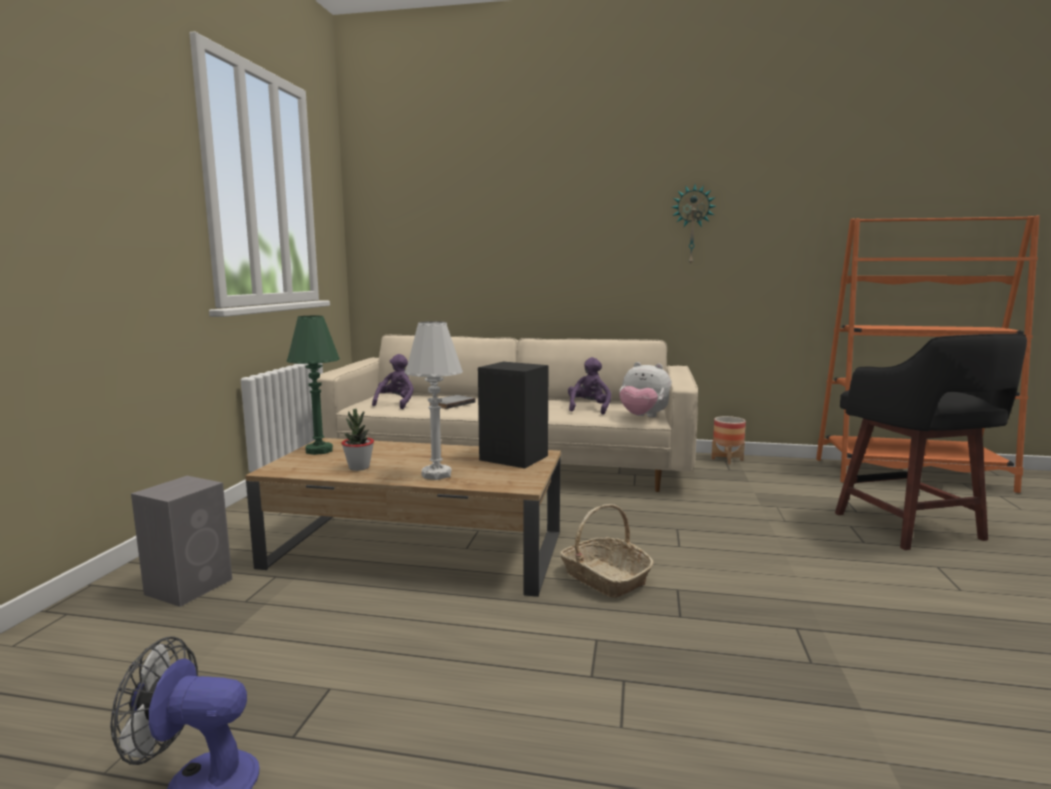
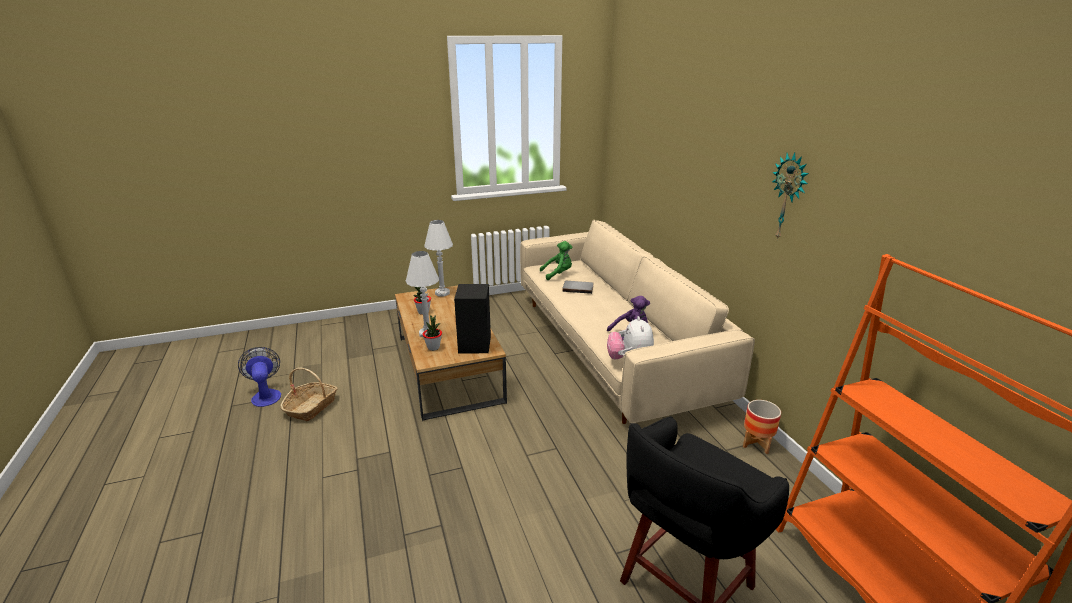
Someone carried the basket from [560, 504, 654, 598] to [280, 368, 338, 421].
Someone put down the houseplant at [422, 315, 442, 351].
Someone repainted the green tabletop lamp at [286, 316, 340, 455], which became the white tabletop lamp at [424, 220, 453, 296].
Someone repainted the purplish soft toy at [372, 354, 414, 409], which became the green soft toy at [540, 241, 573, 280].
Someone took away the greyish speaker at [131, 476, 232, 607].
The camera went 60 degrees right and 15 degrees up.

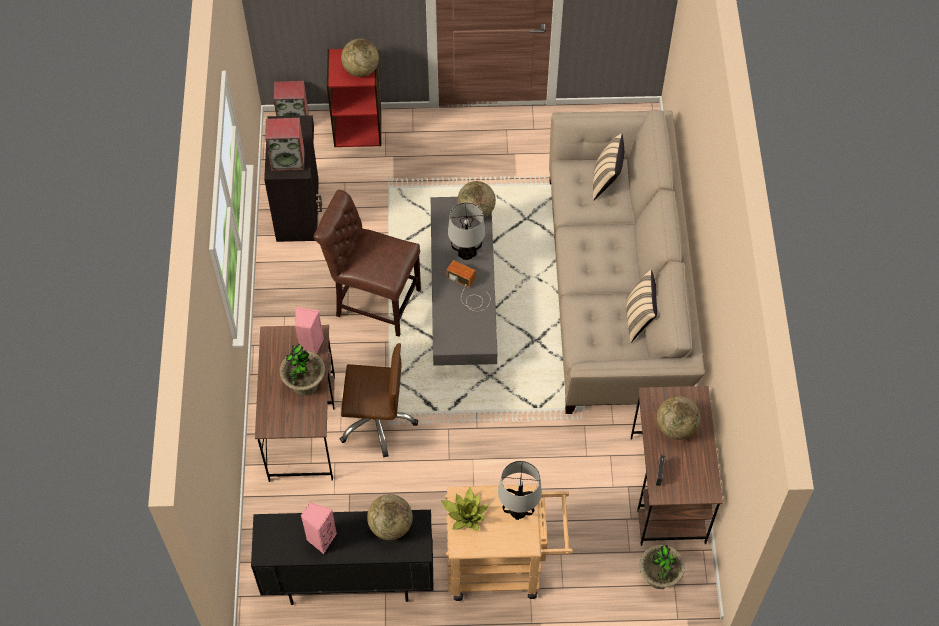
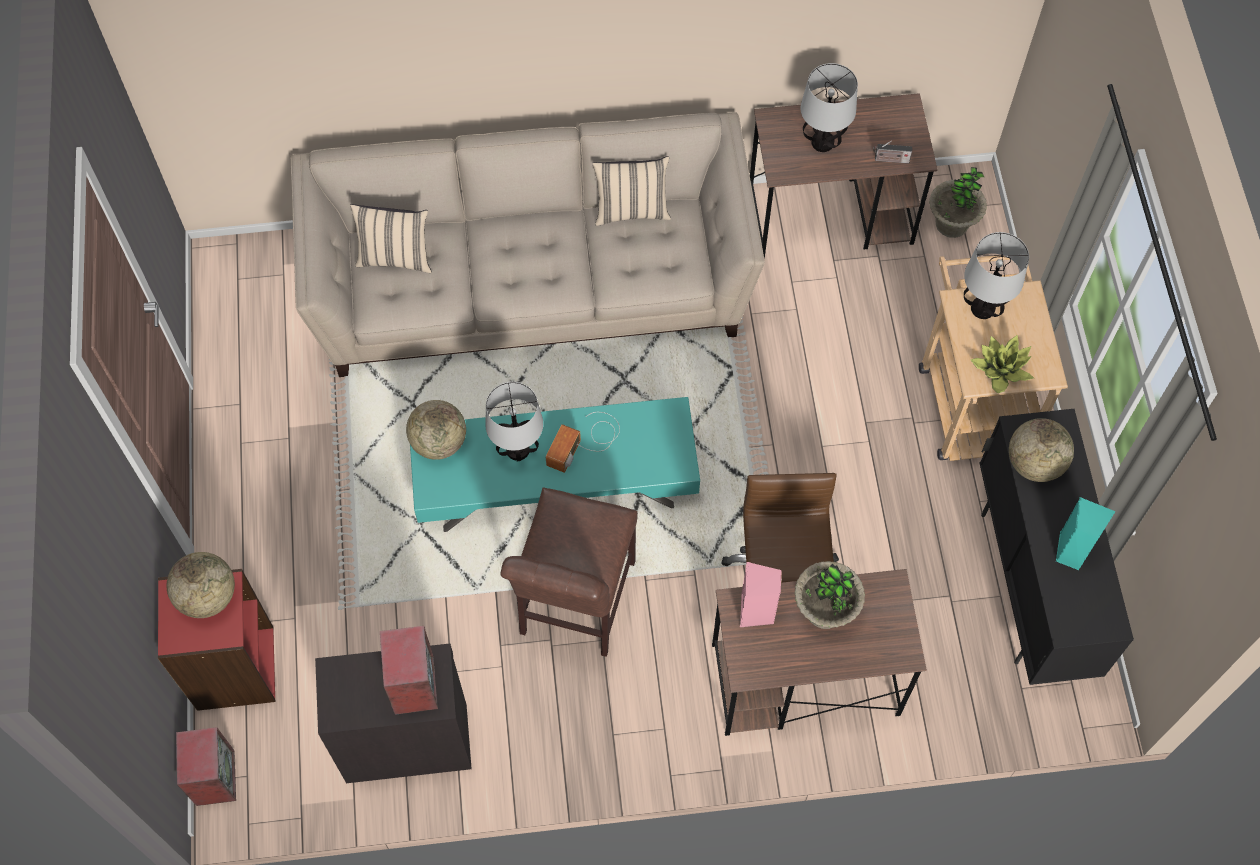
Someone repainted the greyish lounge table at [431, 197, 497, 366], which became the turquoise-coloured lounge table at [410, 397, 700, 532].
Someone swapped the desk globe at [656, 396, 700, 440] for the tabletop lamp at [801, 63, 858, 152].
Someone repainted the pink speaker at [301, 503, 337, 554], which became the turquoise-coloured speaker at [1056, 497, 1116, 570].
The camera went 95 degrees left and 5 degrees up.

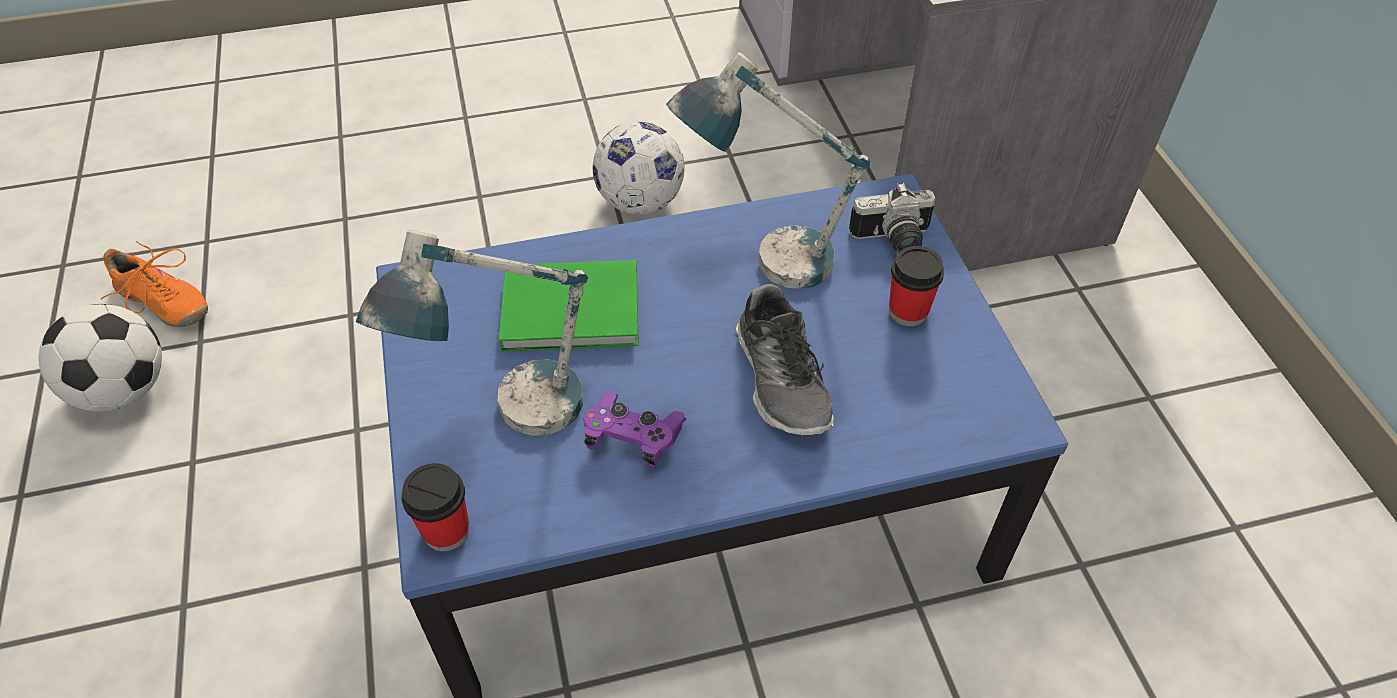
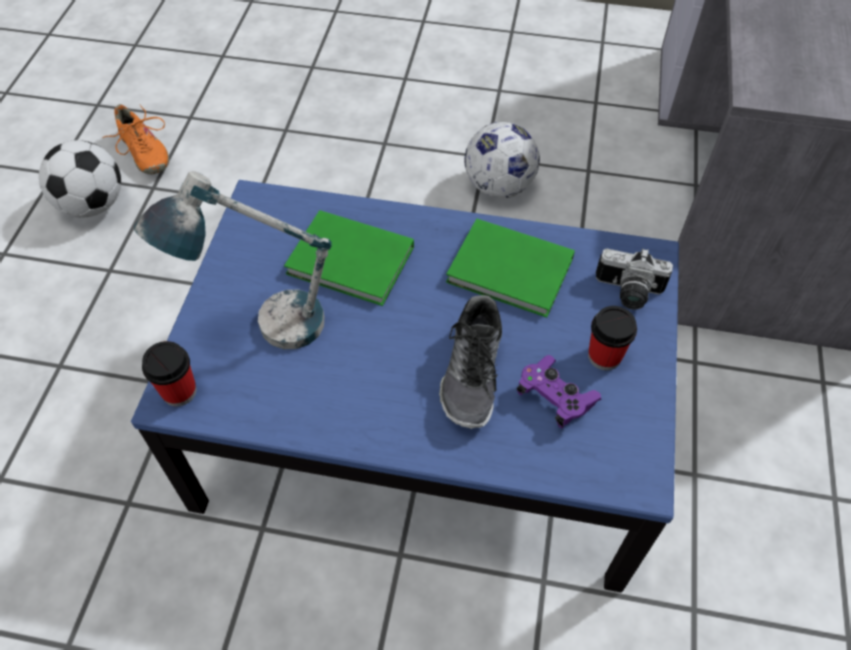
Someone swapped the tabletop lamp at [666, 52, 870, 289] for the green bound book at [446, 219, 575, 318].
Someone carried the purplish gamepad from [584, 392, 686, 468] to [516, 355, 602, 428].
The camera went 25 degrees right and 5 degrees up.

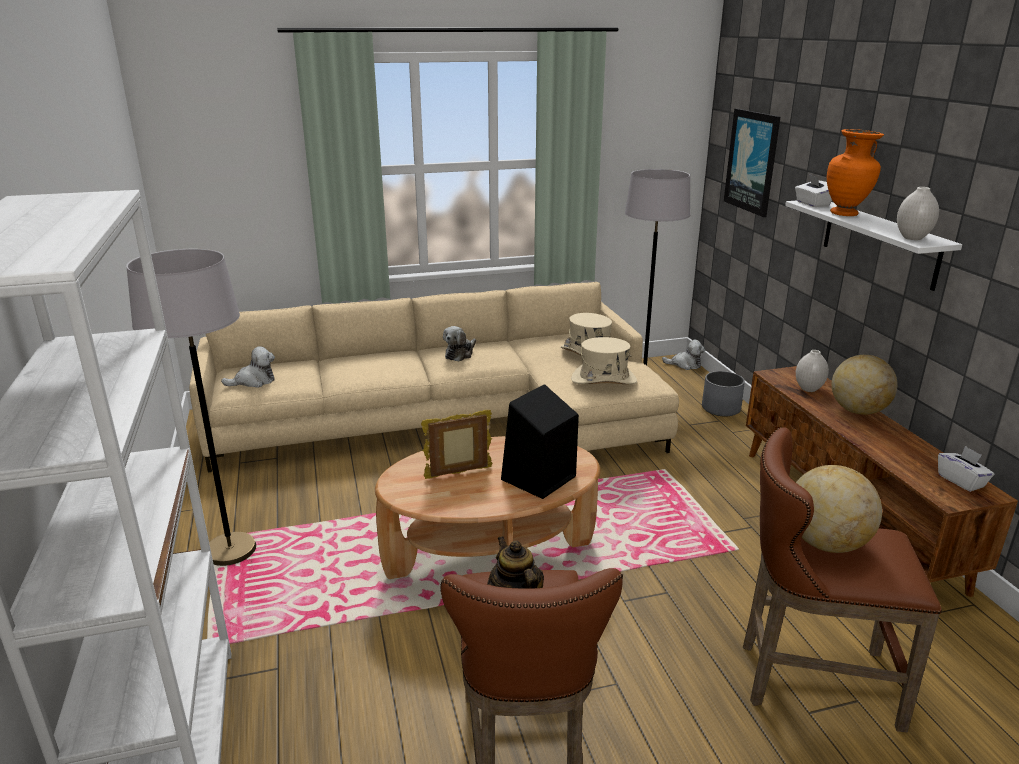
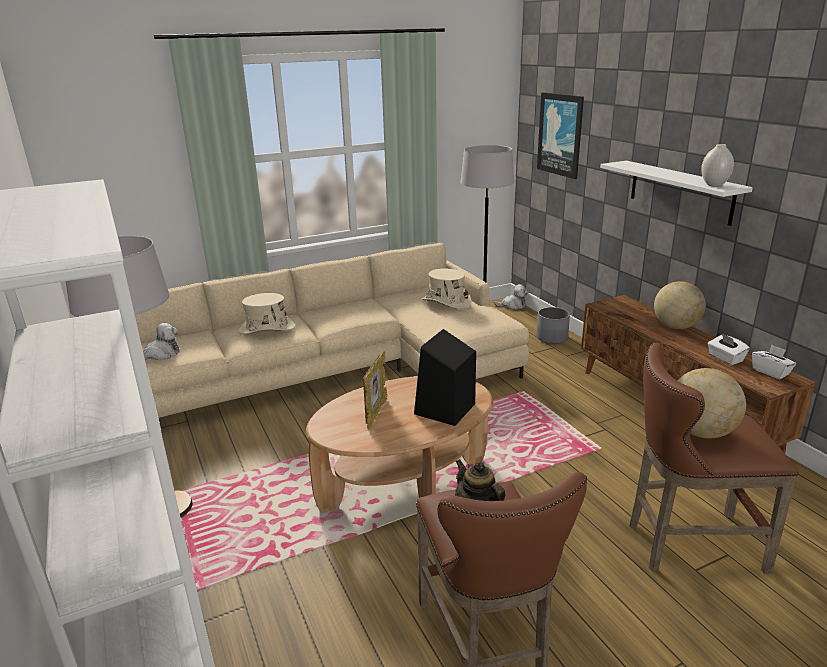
Someone carried the beige hat from [571, 337, 637, 384] to [239, 293, 295, 335].
Someone rotated the photo frame at [421, 410, 492, 479] by 135 degrees clockwise.
Someone carried the white tissue box from [795, 175, 832, 207] to [708, 333, 750, 365].
Someone took away the soft toy at [443, 326, 476, 362].
Someone took away the white flower vase at [796, 350, 829, 392].
Someone took away the orange flower vase at [827, 129, 884, 216].
The camera went 10 degrees left and 0 degrees up.

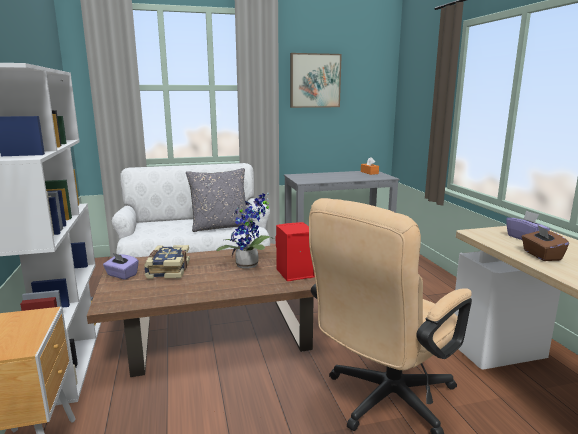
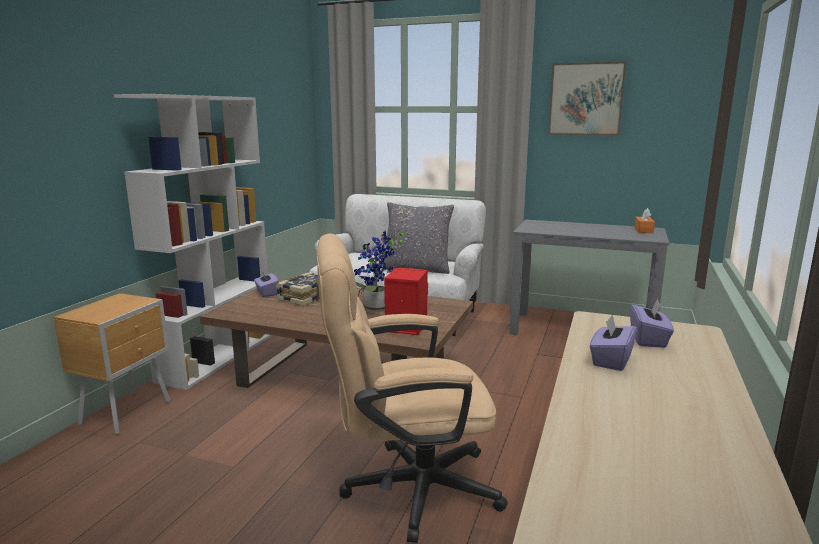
Someone repainted the brownish tissue box at [522, 225, 569, 261], which became the purplish tissue box at [590, 314, 637, 371].
The camera went 35 degrees right and 0 degrees up.

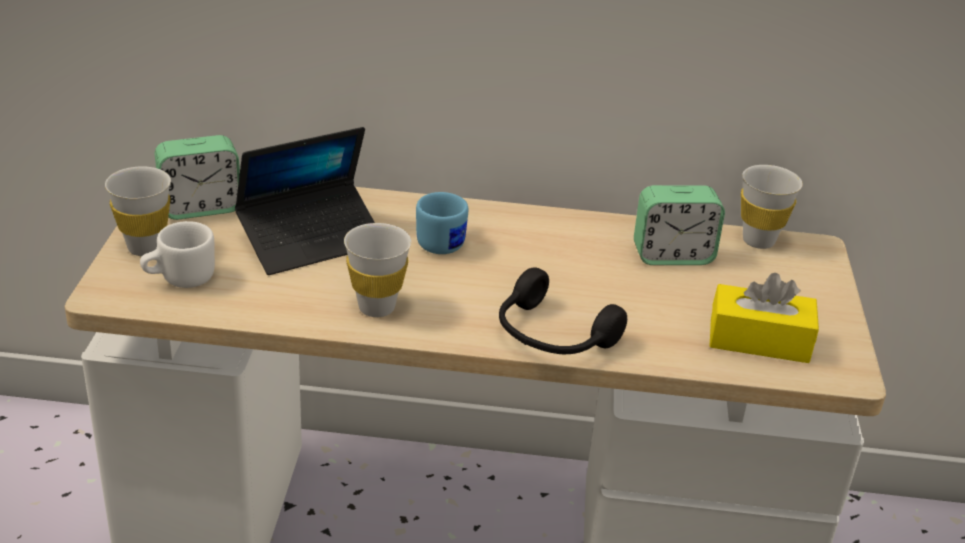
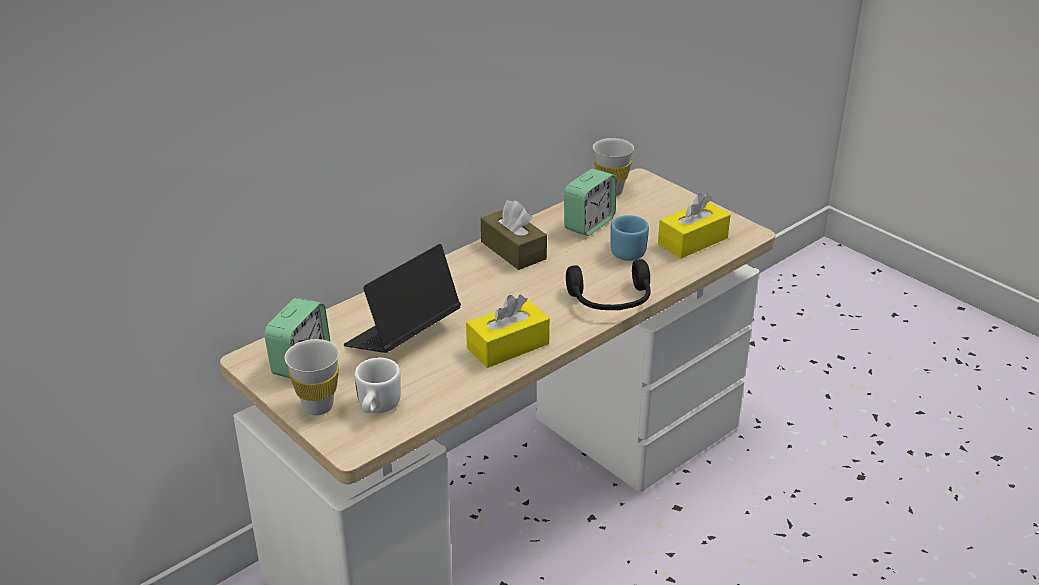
Someone rotated the portable computer at [235, 127, 375, 275] by 150 degrees counterclockwise.
Someone swapped the white small cup at [344, 223, 411, 317] for the yellow tissue box at [466, 295, 550, 368].
Someone put down the brownish tissue box at [481, 200, 547, 270].
Someone carried the bluish coffee mug from [416, 192, 468, 254] to [611, 215, 649, 261].
The camera went 45 degrees left and 0 degrees up.

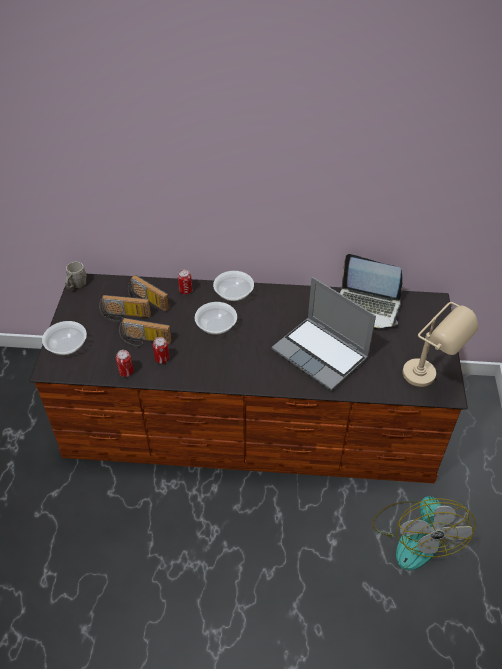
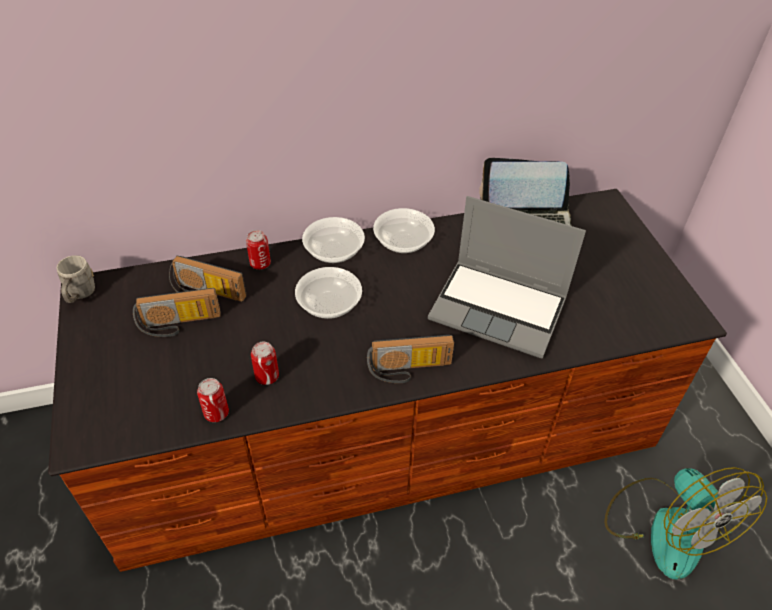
Someone carried the radio receiver from [119, 318, 172, 347] to [367, 335, 454, 383].
Someone carried the deep dish from [42, 321, 87, 355] to [373, 208, 435, 253].
Someone took away the beige tabletop lamp at [402, 302, 478, 387].
The camera went 20 degrees left and 0 degrees up.

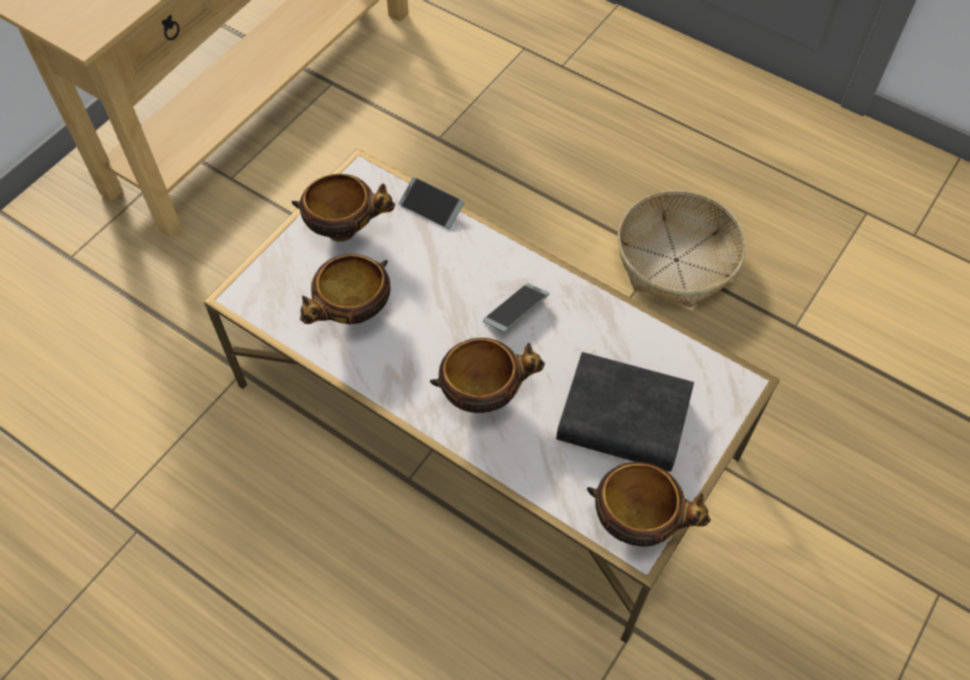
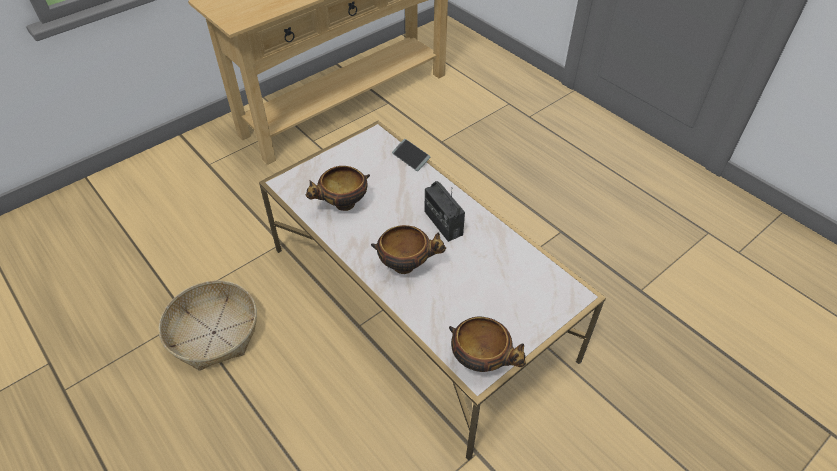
Someone carried the basket from [617, 190, 746, 308] to [159, 280, 257, 371].
Someone swapped the telephone at [483, 283, 549, 332] for the radio receiver at [425, 181, 465, 242].
Someone took away the deep dish at [292, 174, 395, 242].
Someone took away the blackish bound book at [556, 352, 694, 472].
The camera went 15 degrees right and 10 degrees down.

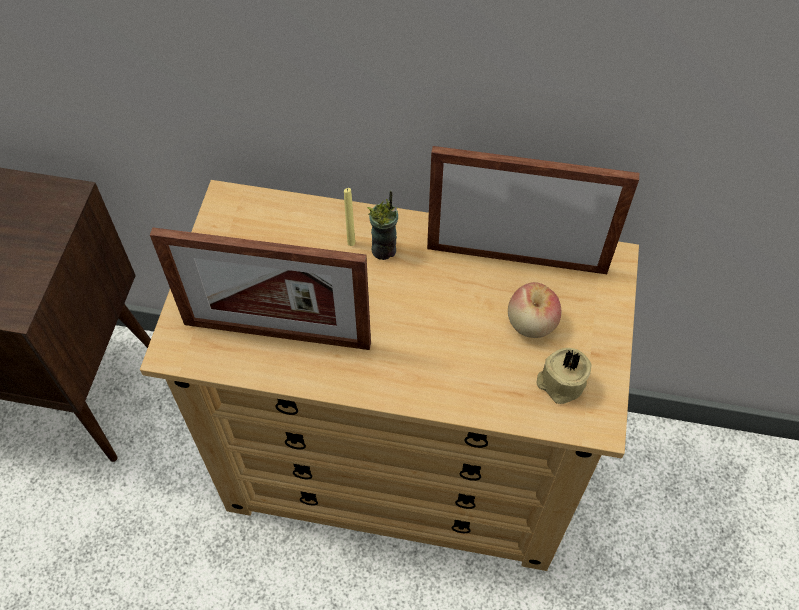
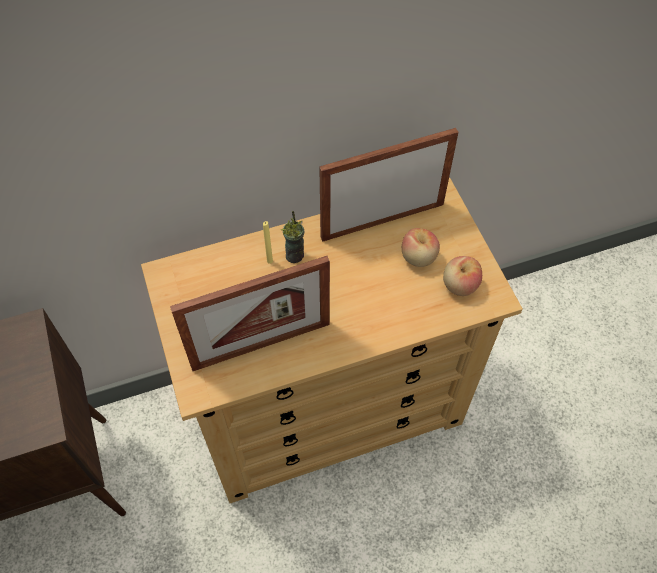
Someone swapped the beige wax light at [536, 348, 592, 404] for the apple at [443, 256, 482, 296].
The camera went 30 degrees left and 0 degrees up.

